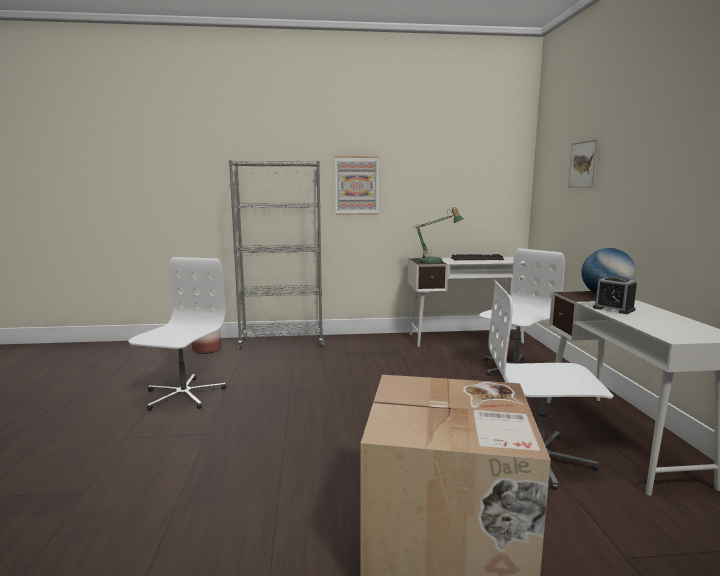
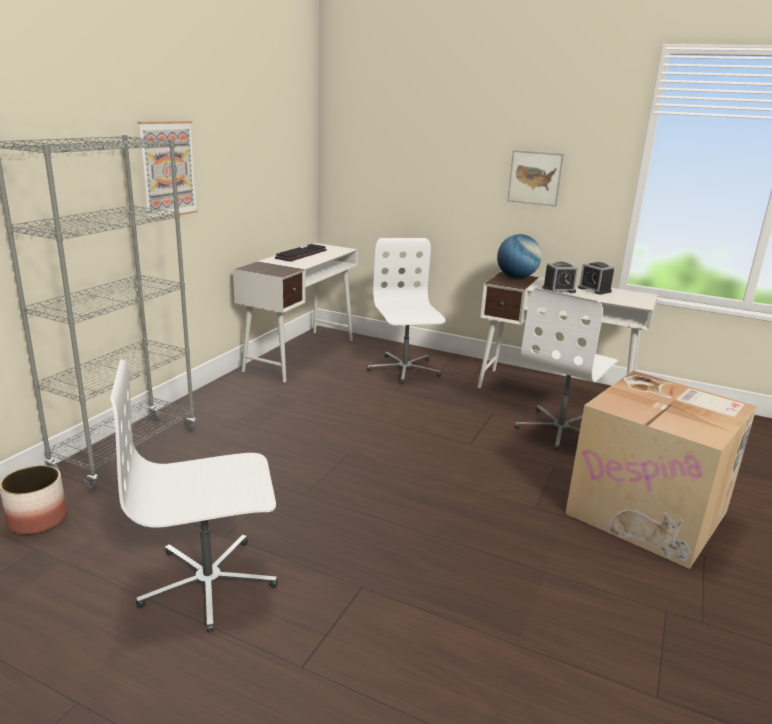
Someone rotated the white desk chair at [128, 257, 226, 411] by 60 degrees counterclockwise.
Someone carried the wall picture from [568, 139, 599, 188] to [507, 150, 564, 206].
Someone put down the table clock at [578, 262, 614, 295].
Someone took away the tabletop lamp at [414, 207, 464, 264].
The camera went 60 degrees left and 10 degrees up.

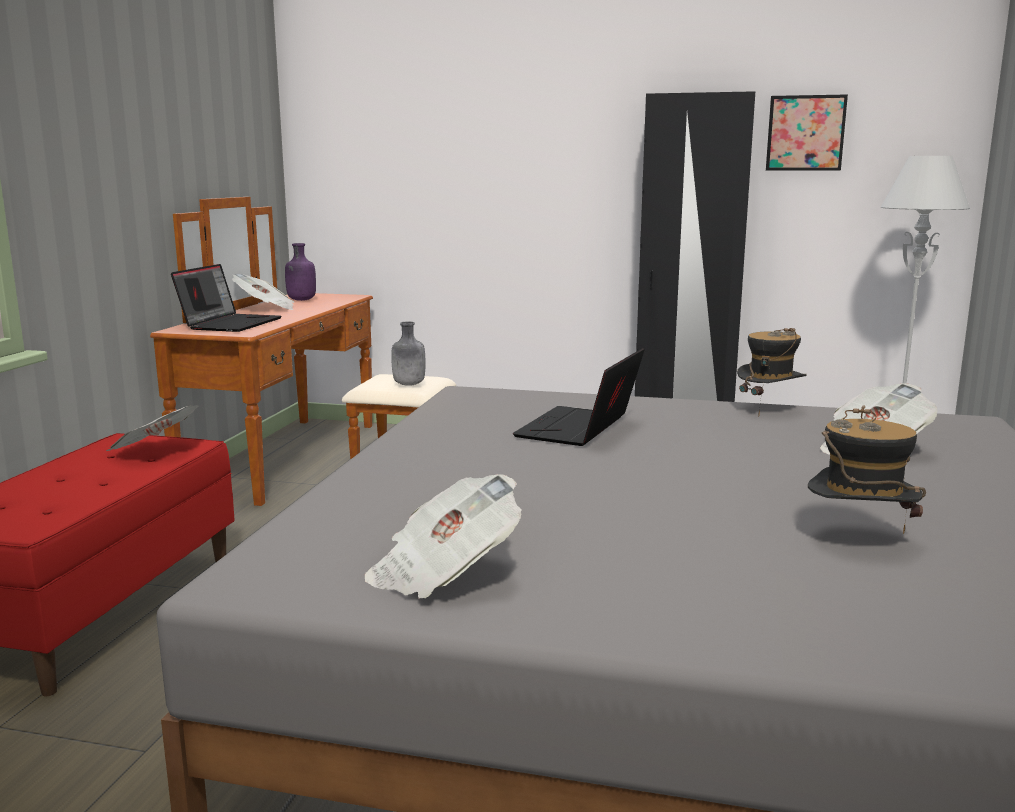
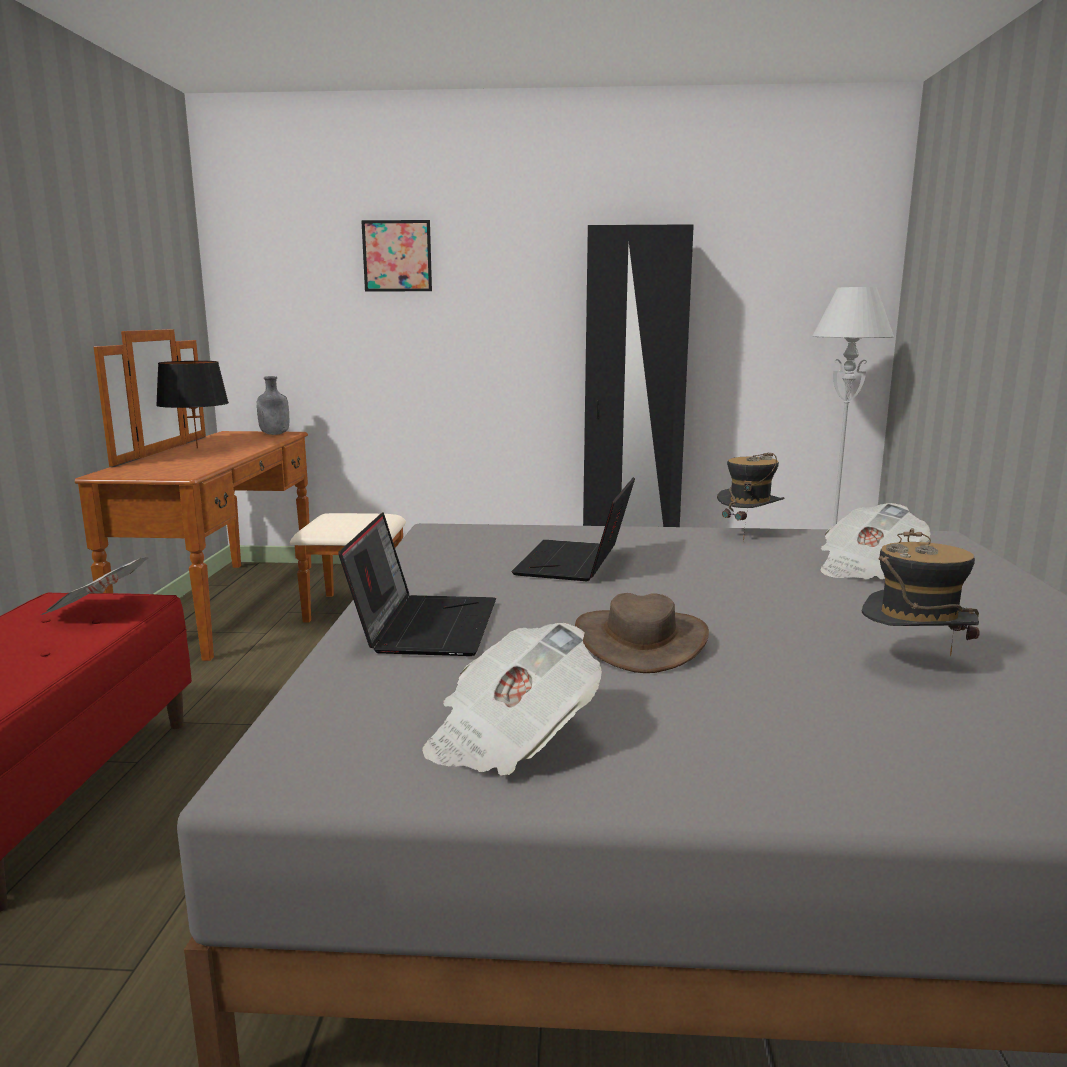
Someone swapped the daily paper at [232, 274, 294, 310] for the blackish tabletop lamp at [156, 361, 229, 448].
Someone carried the greyish bottle from [391, 321, 425, 386] to [257, 376, 289, 435].
Someone carried the portable computer from [171, 264, 281, 332] to [338, 513, 496, 656].
Someone carried the wall picture from [766, 94, 848, 170] to [361, 220, 432, 291].
Someone put down the brownish hat at [575, 593, 709, 673].
Someone took away the purplish bottle at [285, 243, 316, 301].
The camera went 10 degrees left and 0 degrees up.

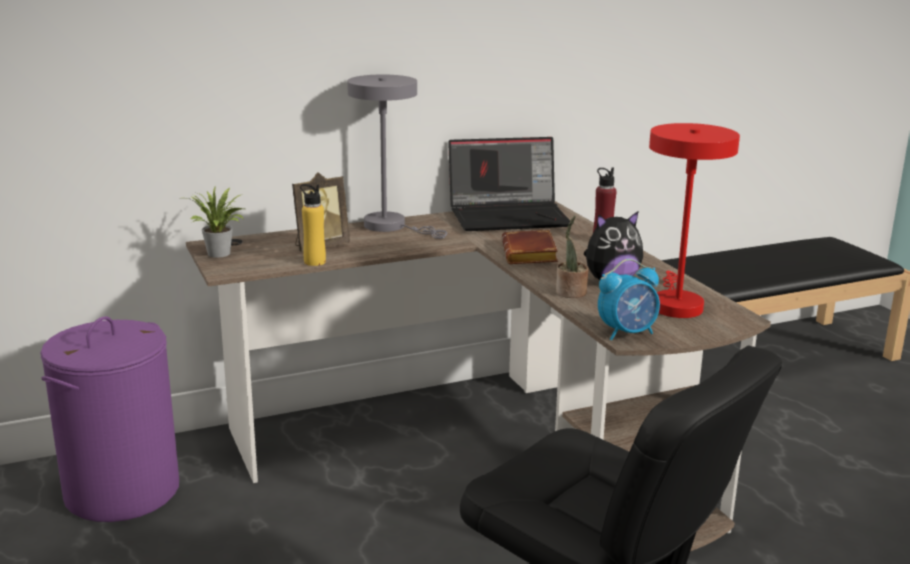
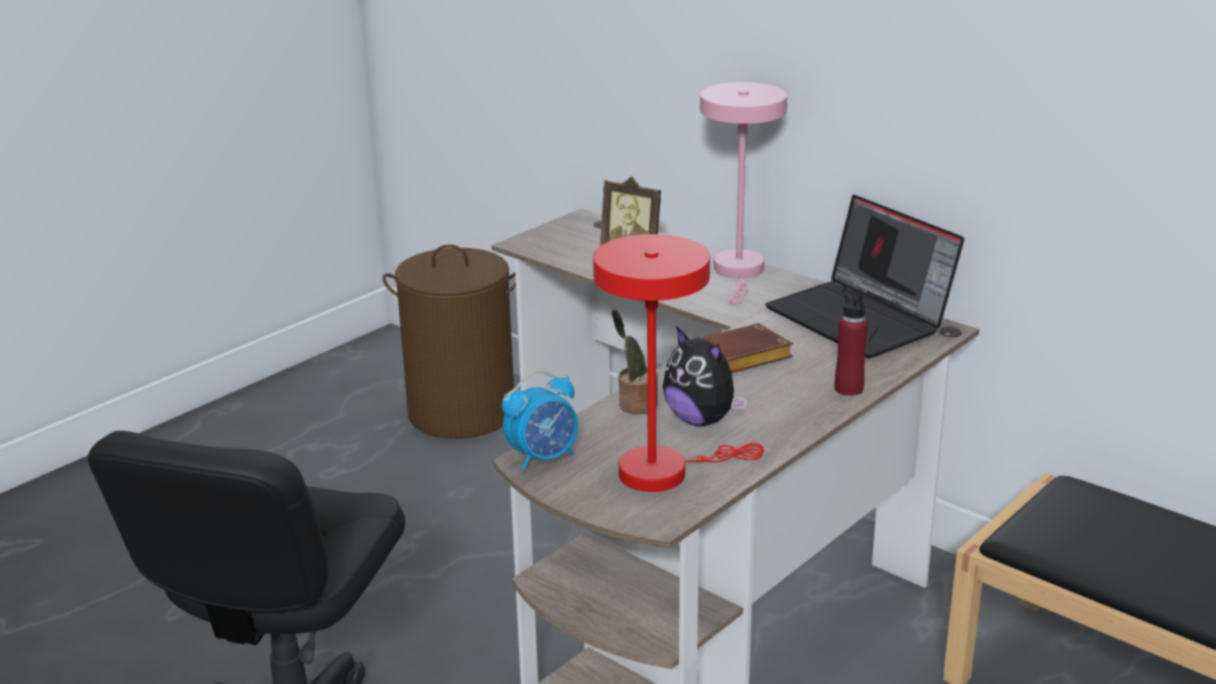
Someone repainted the purplish hamper at [40, 316, 179, 522], which became the brownish hamper at [382, 244, 516, 439].
Someone rotated the table clock at [598, 259, 660, 341] by 75 degrees counterclockwise.
Someone repainted the greyish tabletop lamp at [347, 74, 447, 239], which became the pink tabletop lamp at [700, 82, 787, 304].
Someone took away the houseplant at [187, 187, 244, 258].
Someone took away the yellow bottle at [300, 184, 326, 266].
The camera went 65 degrees right and 5 degrees up.

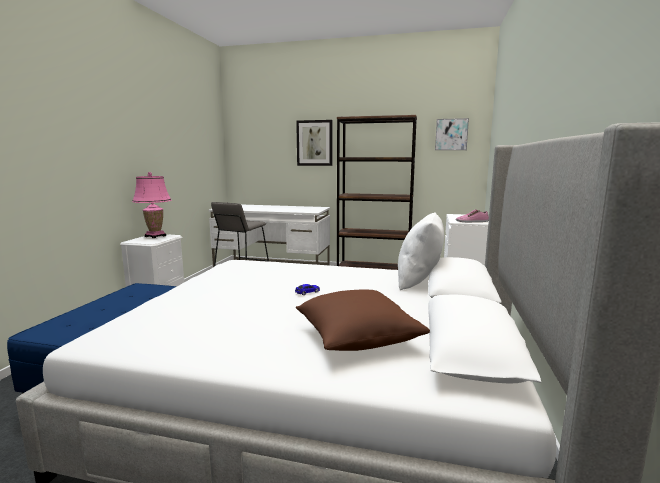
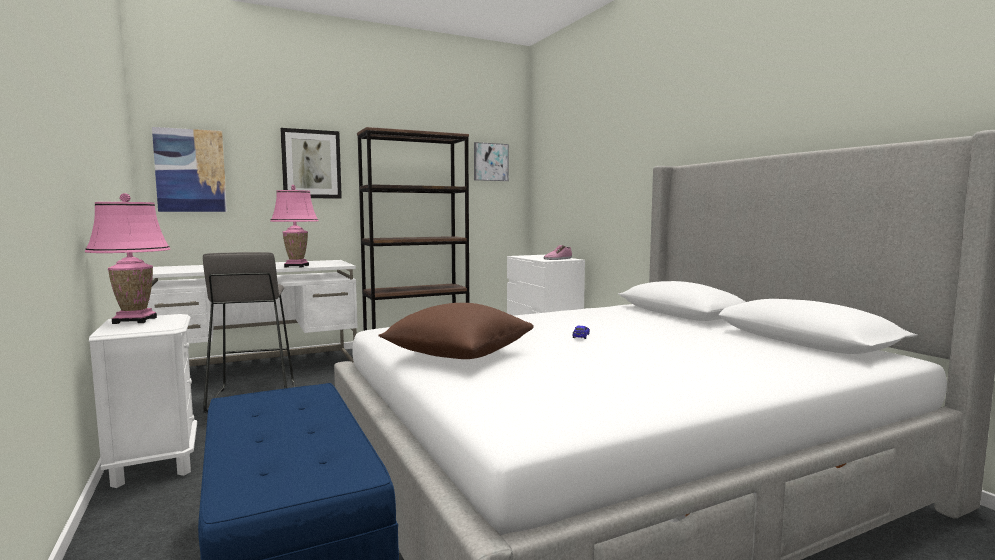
Someone put up the wall picture at [152, 127, 227, 212].
Someone put down the pink tabletop lamp at [271, 185, 319, 267].
Someone carried the brownish cushion from [296, 290, 430, 351] to [379, 303, 534, 359].
Someone took away the white cushion at [398, 212, 444, 290].
The camera went 40 degrees left and 5 degrees down.

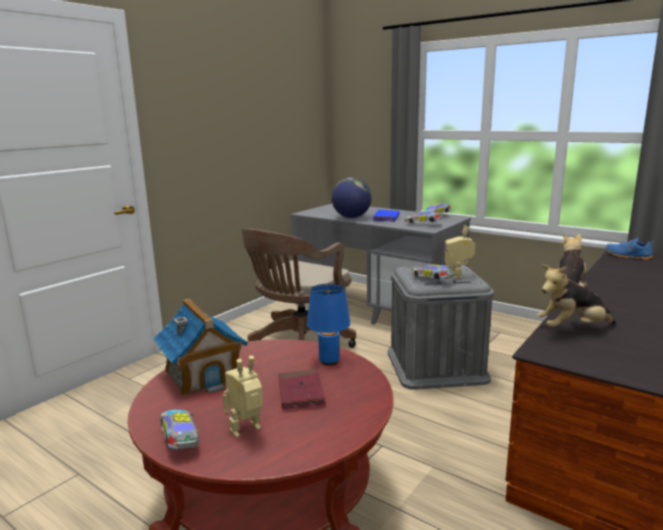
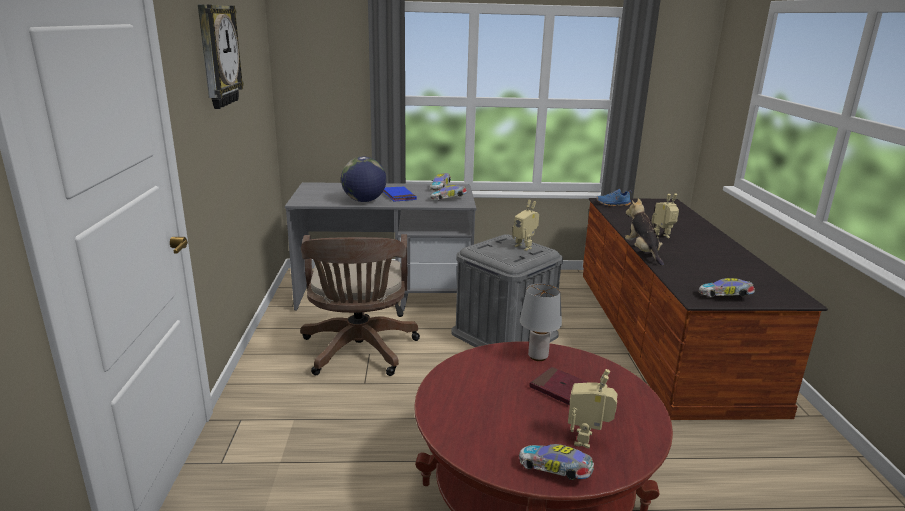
Someone put up the clock on the wall at [198, 4, 244, 109].
Someone repainted the bluish tabletop lamp at [307, 284, 350, 365], which became the greyish tabletop lamp at [520, 283, 562, 361].
Someone put down the model robot at [652, 193, 679, 239].
Someone carried the miniature car from [412, 264, 453, 280] to [699, 278, 755, 297].
Someone took away the toy house at [153, 298, 248, 396].
Someone took away the soft toy at [537, 264, 616, 327].
The camera went 40 degrees left and 5 degrees up.

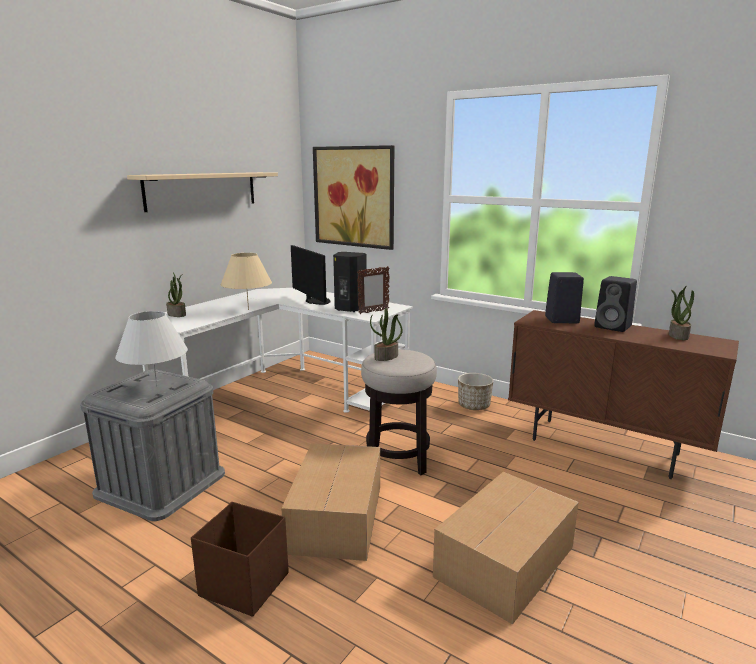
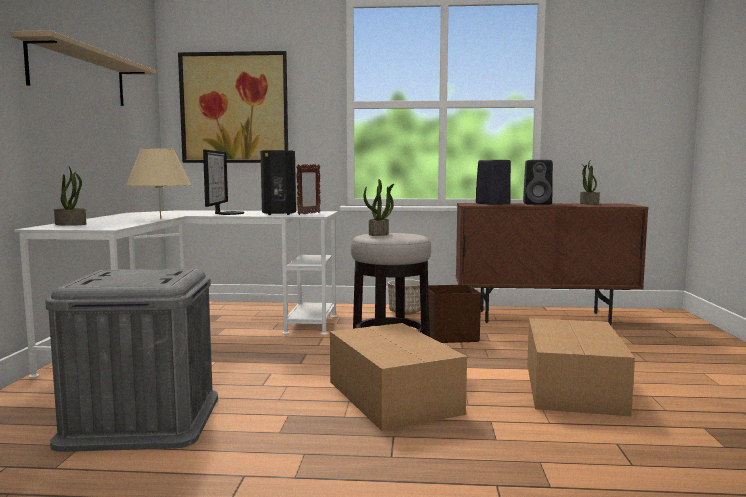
Someone rotated the monitor at [291, 245, 331, 305] by 60 degrees clockwise.
Someone carried the brownish storage bin from [191, 502, 289, 617] to [428, 284, 481, 343].
Someone took away the white tabletop lamp at [115, 311, 188, 387].
The camera went 30 degrees left and 10 degrees down.

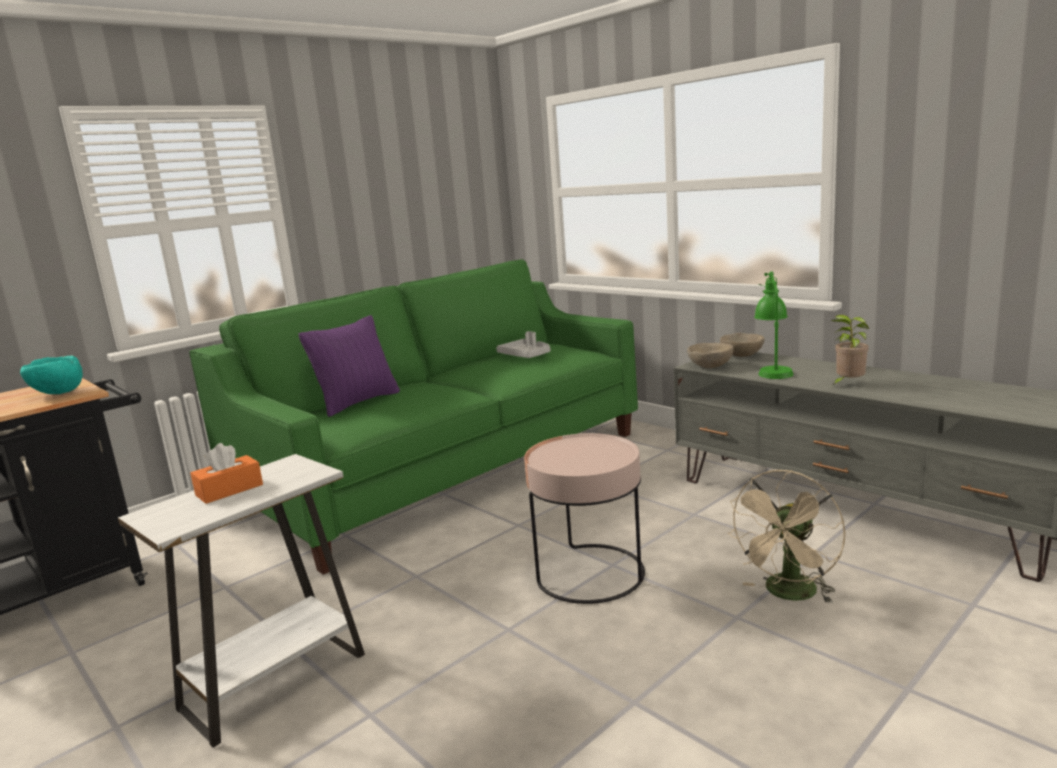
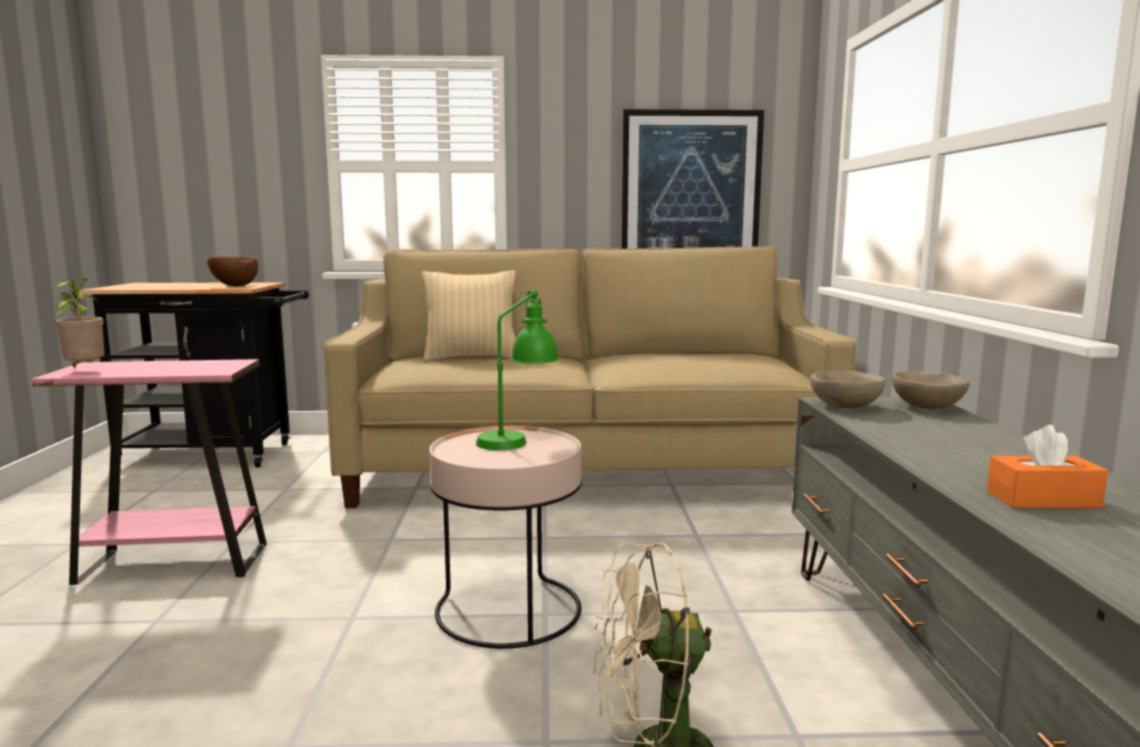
Someone repainted the white accent table at [118, 454, 365, 748], which became the pink accent table at [32, 359, 267, 585].
Someone carried the houseplant from [831, 315, 869, 385] to [53, 278, 105, 368].
Someone repainted the turquoise-coloured deep dish at [20, 355, 83, 394], which became the brownish deep dish at [207, 256, 258, 286].
Someone repainted the green couch at [189, 259, 638, 575], which became the beige couch at [324, 246, 857, 508].
Someone repainted the purplish cushion at [299, 315, 400, 417], which became the beige cushion at [422, 270, 516, 361].
Someone carried the green tabletop lamp from [754, 271, 794, 379] to [476, 290, 559, 450].
Someone put up the wall picture at [621, 109, 764, 249].
Someone carried the orange tissue box from [190, 443, 263, 504] to [987, 425, 1108, 508].
Someone took away the greyish tray at [496, 331, 550, 358].
The camera went 40 degrees right and 5 degrees down.

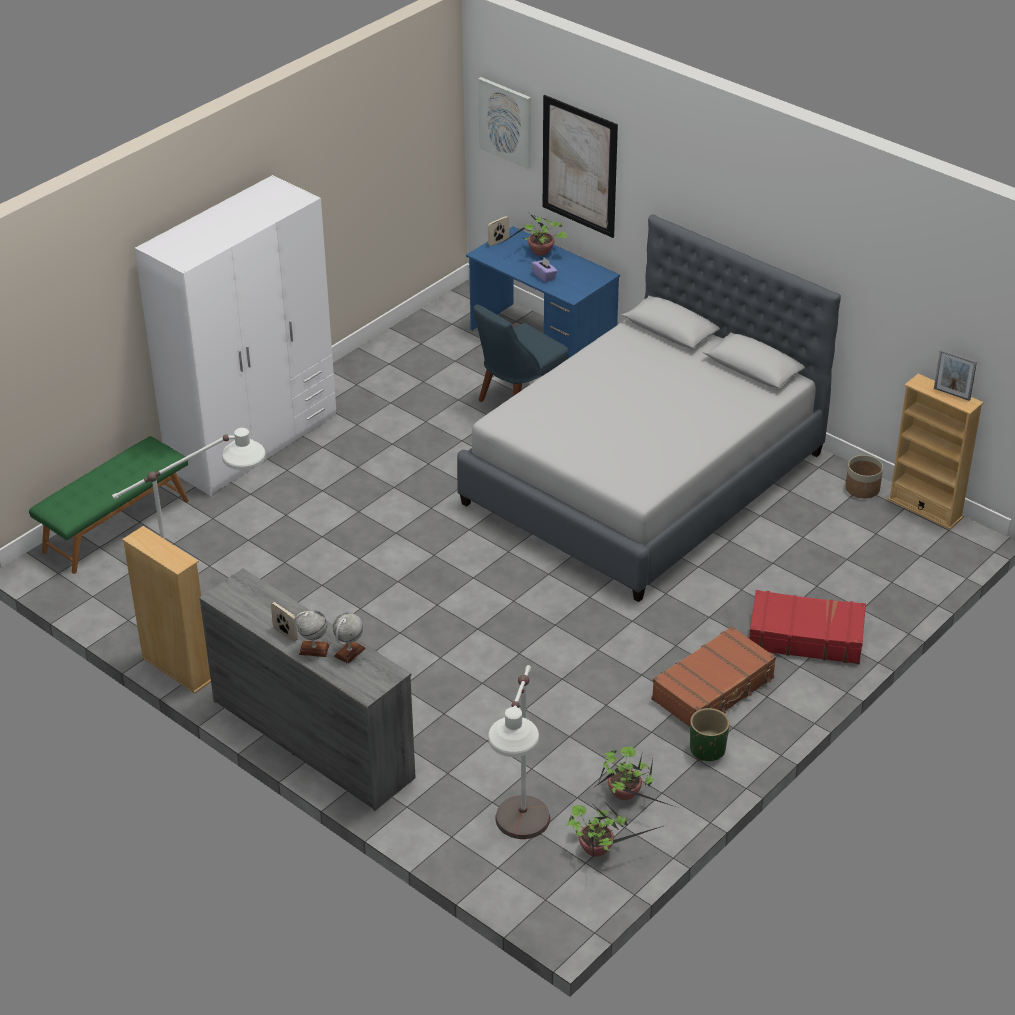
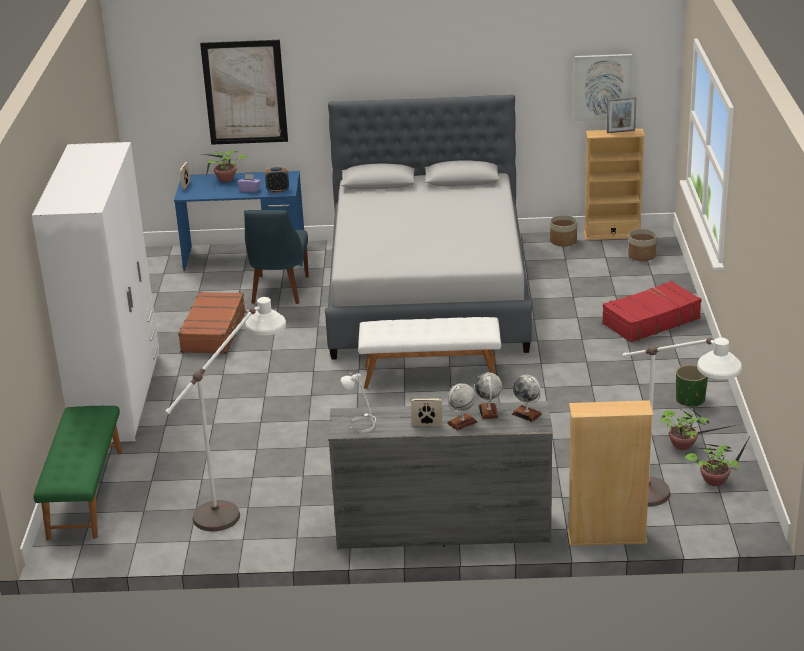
Someone carried the brownish travel case from [652, 626, 776, 727] to [178, 292, 247, 354].
Someone put down the table clock at [265, 167, 289, 193].
Someone put down the white tabletop lamp at [341, 373, 376, 433].
Someone put down the white indoor bench at [358, 317, 501, 389].
Someone put down the desk globe at [512, 375, 542, 422].
Someone carried the beige bookcase from [122, 526, 211, 694] to [567, 400, 653, 546].
Someone carried the wall picture from [478, 77, 531, 169] to [574, 54, 632, 121].
Someone put down the flower pot at [628, 229, 657, 261].
The camera went 40 degrees left and 10 degrees down.

